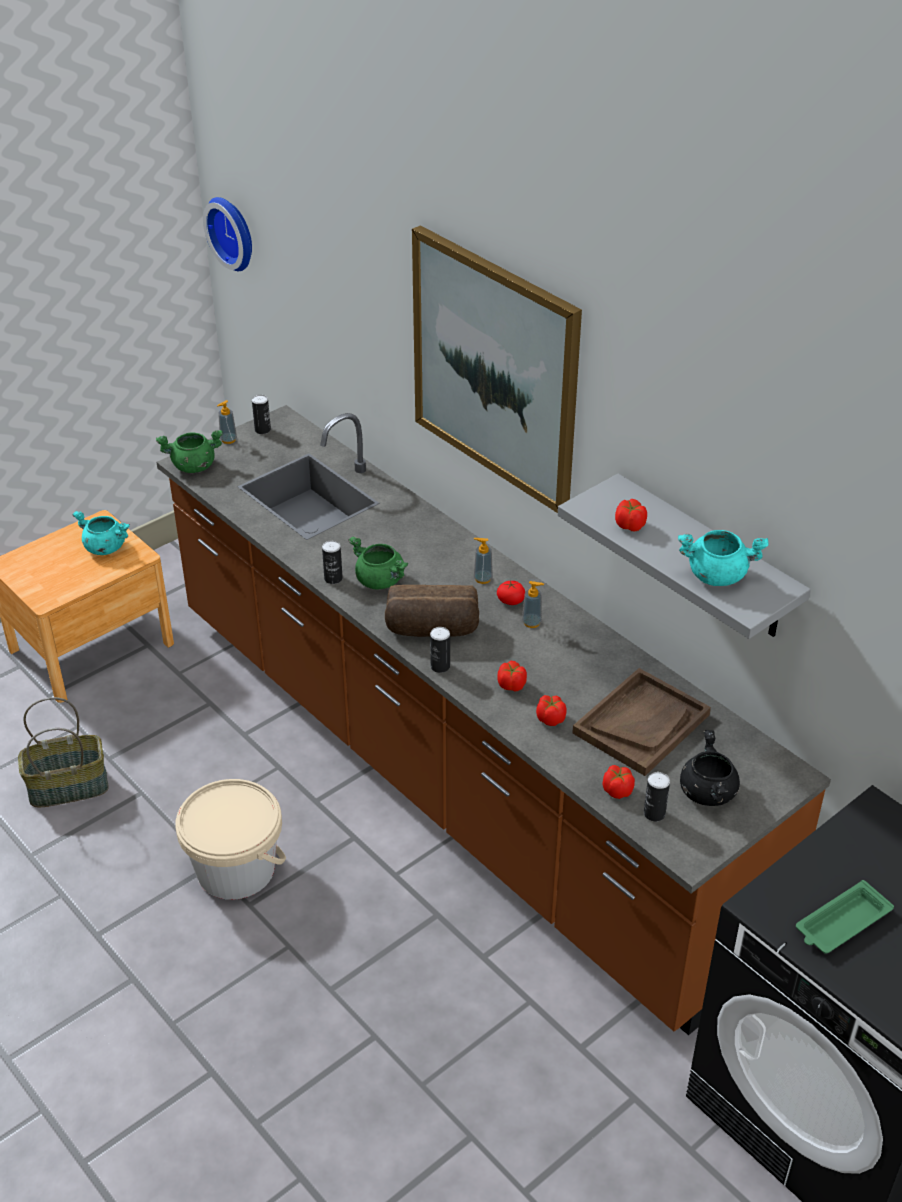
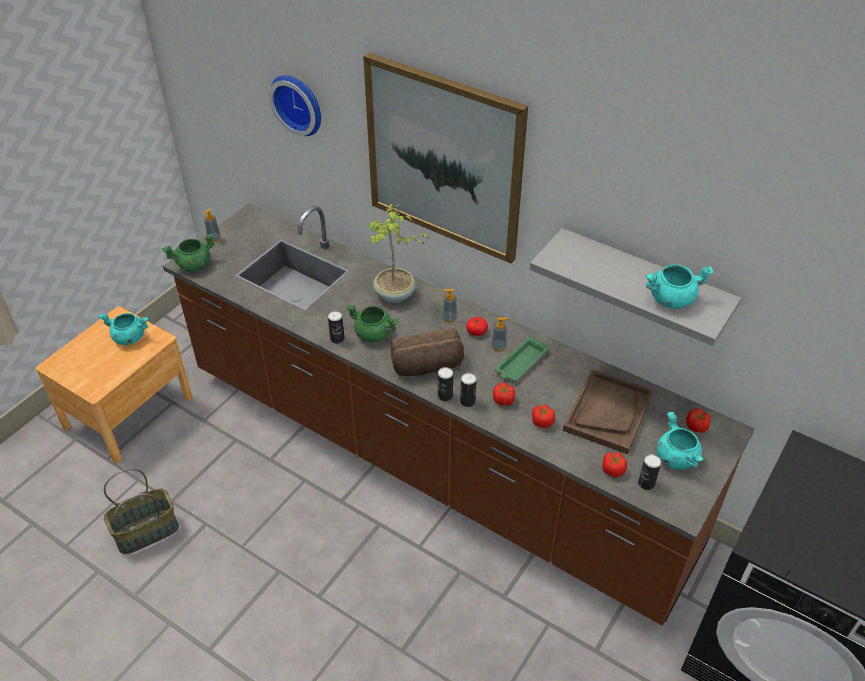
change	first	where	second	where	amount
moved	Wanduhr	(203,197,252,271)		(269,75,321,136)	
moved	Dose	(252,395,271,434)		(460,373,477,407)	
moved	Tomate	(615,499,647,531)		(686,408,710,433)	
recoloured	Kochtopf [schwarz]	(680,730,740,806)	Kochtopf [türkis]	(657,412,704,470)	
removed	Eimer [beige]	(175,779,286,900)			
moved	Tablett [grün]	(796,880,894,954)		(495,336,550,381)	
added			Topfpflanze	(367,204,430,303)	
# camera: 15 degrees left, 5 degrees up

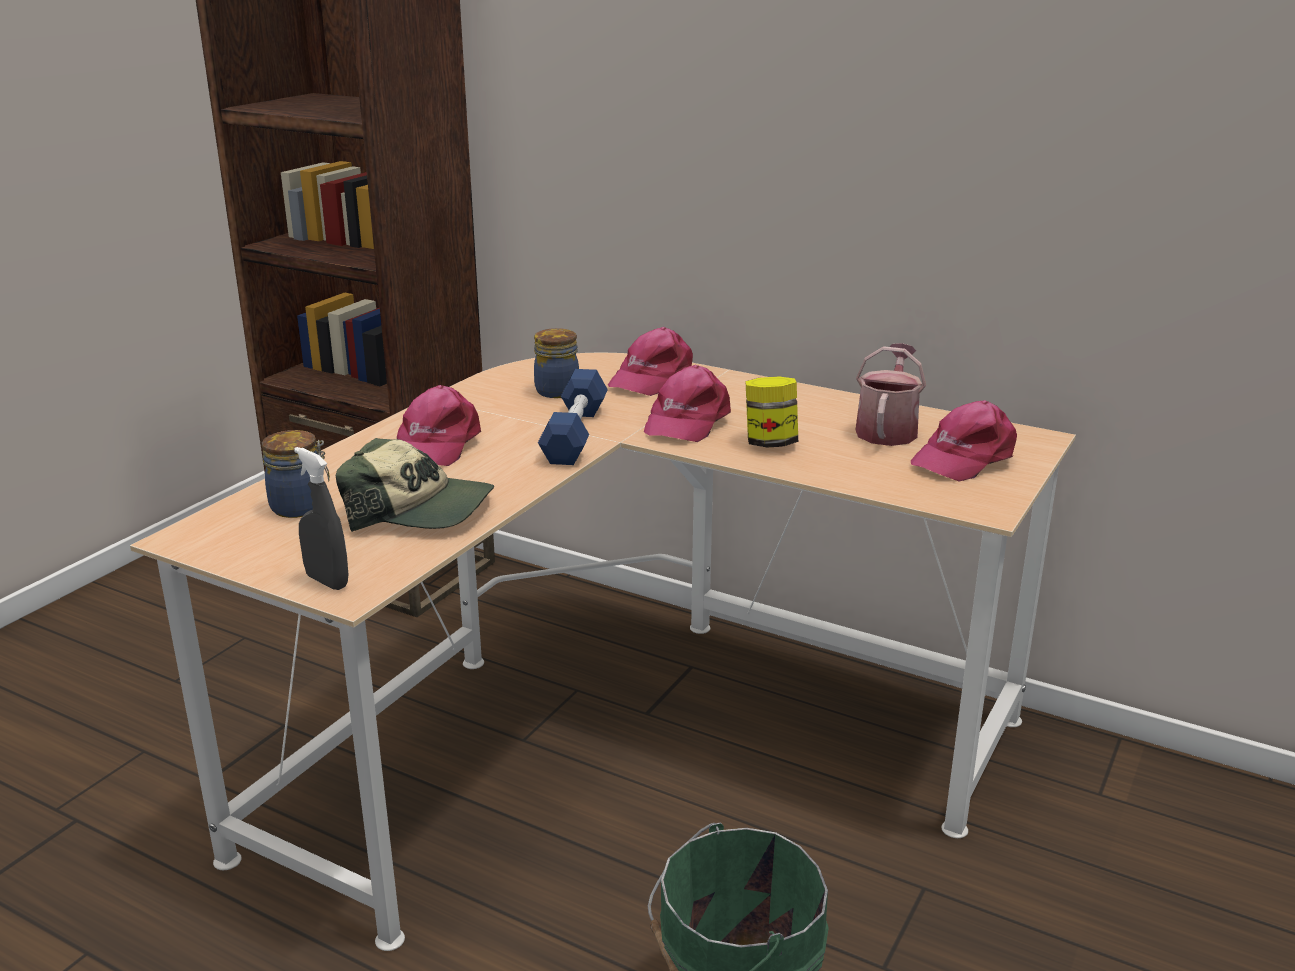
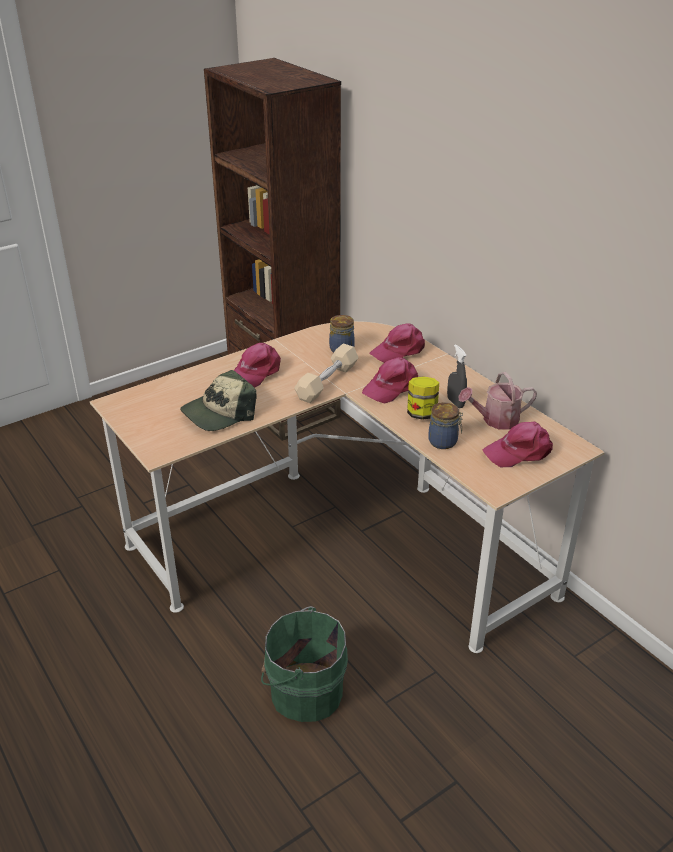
change	first	where	second	where	amount
turned	Gießkanne	(855,343,926,446)		(458,372,537,430)	150 degrees counterclockwise
recoloured	Hantel [blau]	(538,369,608,465)	Hantel [beige]	(294,344,358,403)	
moved	Vorratsglas	(262,430,330,518)		(429,402,463,449)	
turned	Kappe	(336,438,494,532)		(180,370,257,431)	105 degrees clockwise
moved	Sprühflasche [grau]	(294,447,348,590)		(447,344,467,408)	
# camera: 25 degrees right, 10 degrees up

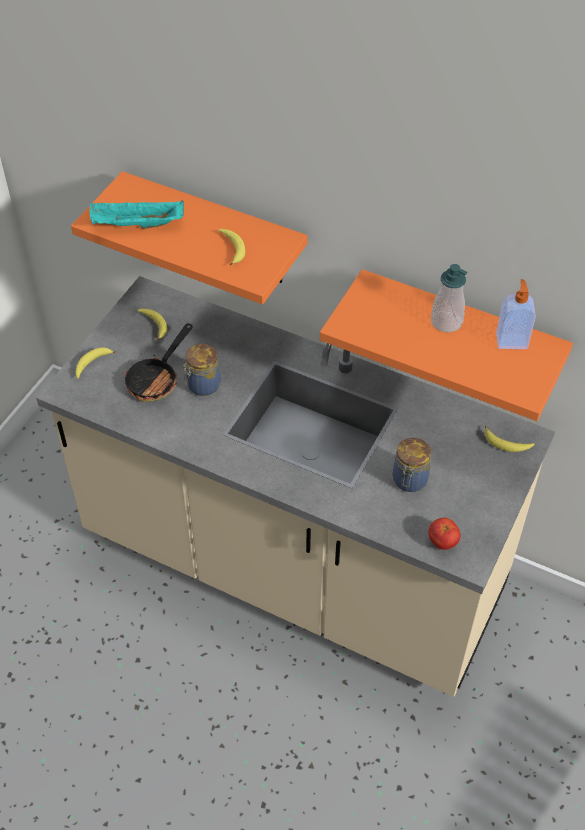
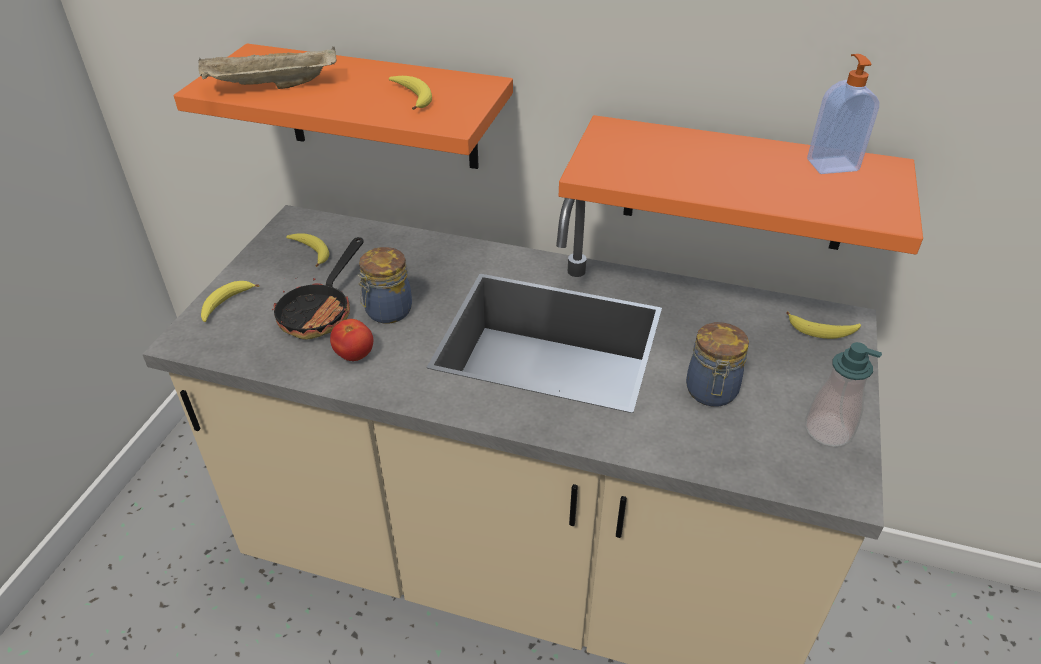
change	first	where	second	where	amount
recoloured	Tablett [türkis]	(90,201,184,229)	Tablett [beige]	(198,46,337,89)	
moved	Seifenspender	(431,264,468,333)		(805,342,882,447)	
moved	Tomate	(429,518,461,550)		(330,319,373,361)	
# camera: 10 degrees left, 10 degrees down

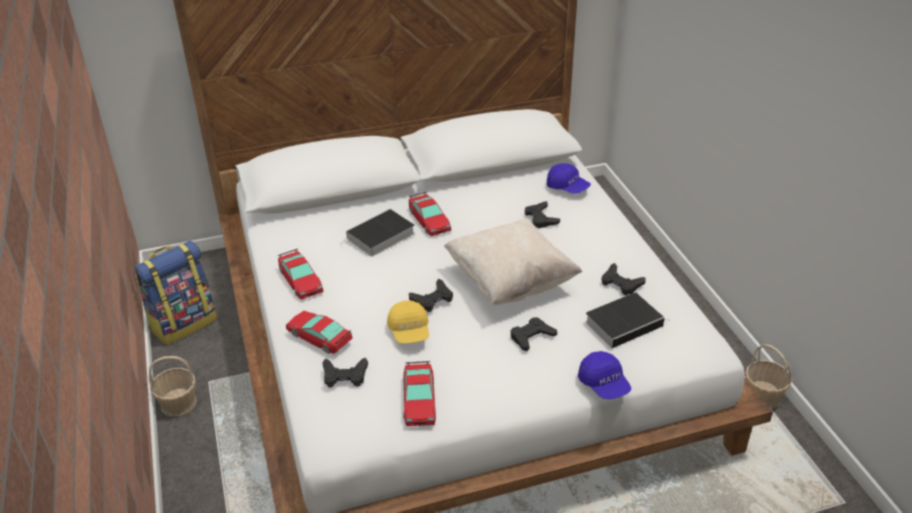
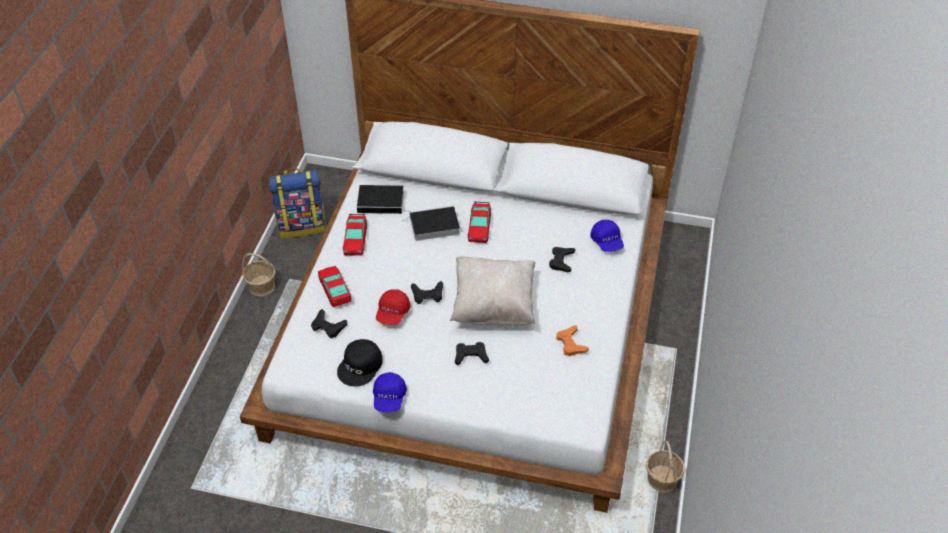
change	first	where	second	where	amount
recoloured	Gamepad [schwarz]	(602,263,646,295)	Gamepad [orange]	(556,325,589,356)	
moved	Buch	(585,292,670,348)		(357,185,408,214)	
recoloured	Kappe [gelb]	(387,300,429,344)	Kappe [rot]	(376,289,410,325)	
moved	Kappe [blau]	(578,351,631,399)		(373,372,407,412)	
replaced	Spielzeugauto	(403,361,436,426)	Kappe [schwarz]	(337,339,383,387)	
# camera: 30 degrees right, 10 degrees up

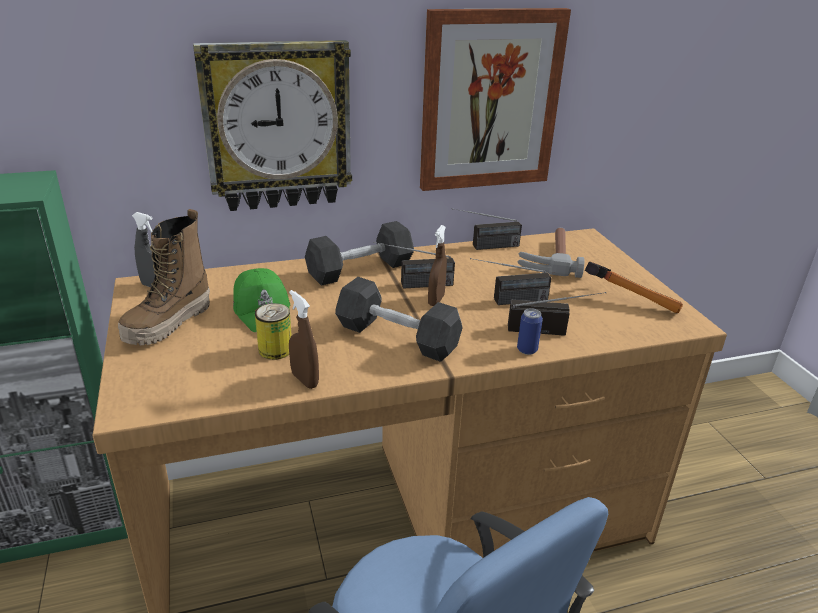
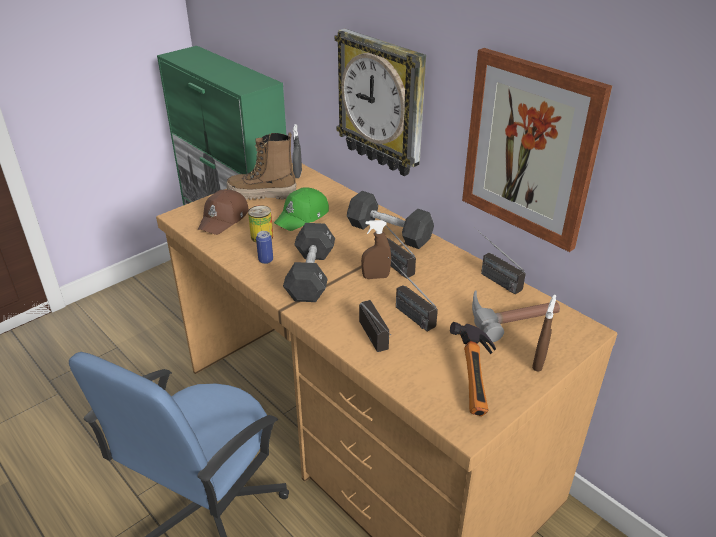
change	first	where	second	where	amount
moved	Sprühflasche [braun]	(289,290,319,389)		(532,295,556,372)	
moved	Dose	(517,308,543,355)		(256,231,273,264)	
added			Kappe [braun]	(198,189,249,235)	
# camera: 65 degrees right, 5 degrees up

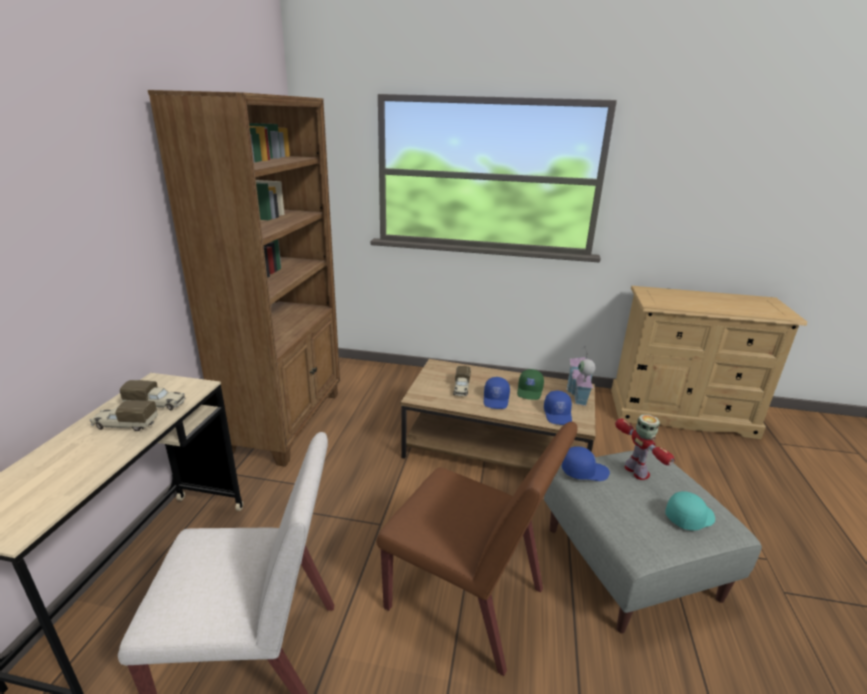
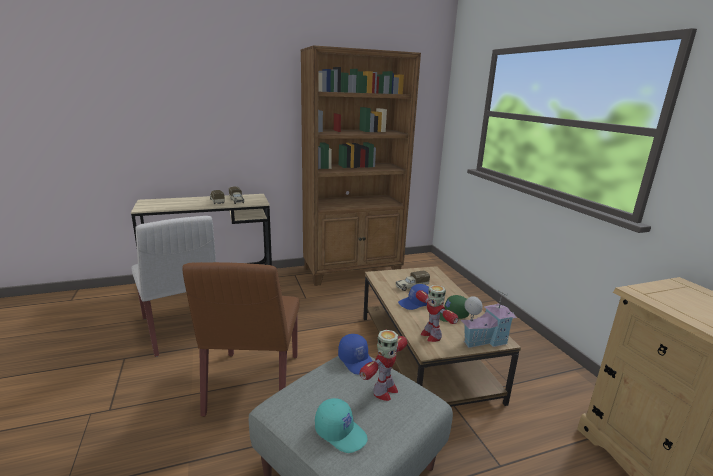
change	first	where	second	where	amount
replaced	Kappe [blau]	(544,391,572,425)	Spielzeugroboter	(416,285,459,342)	
# camera: 60 degrees right, 5 degrees down

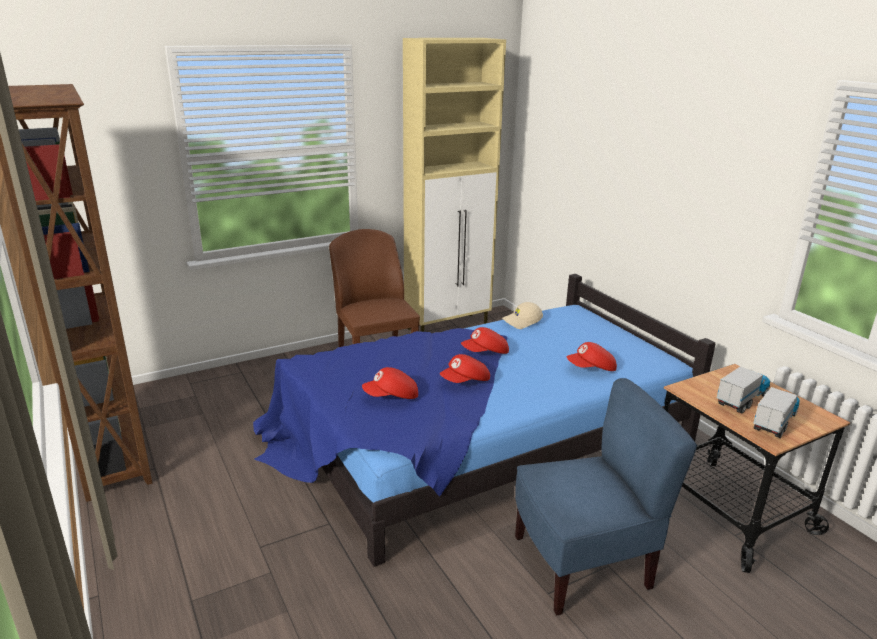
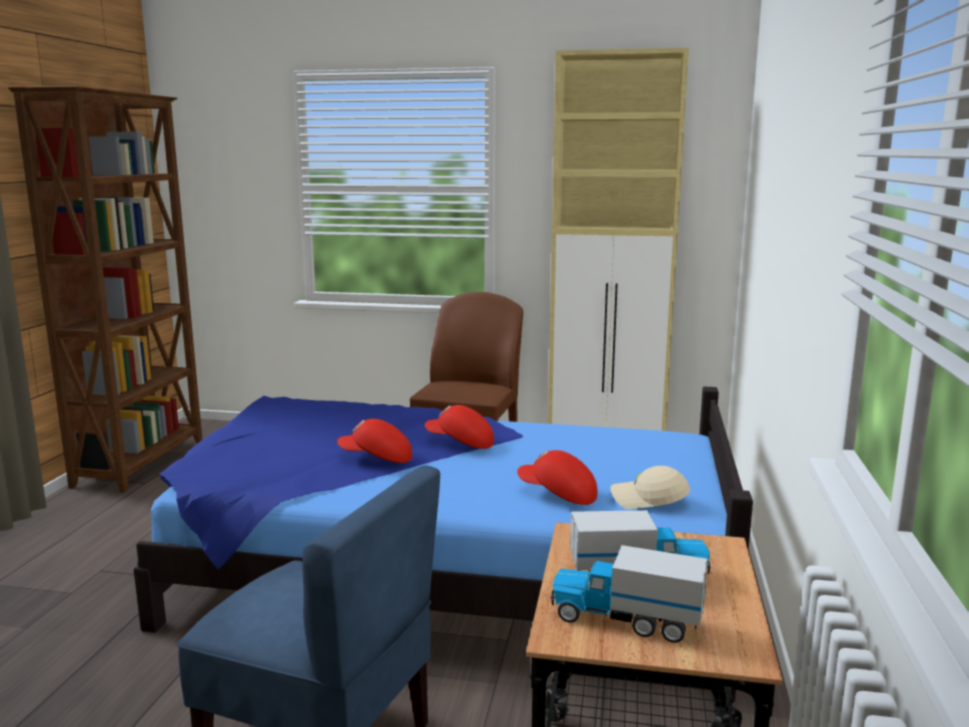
change	first	where	second	where	amount
moved	Kappe [beige]	(502,302,543,329)		(610,466,690,509)	
removed	Kappe [rot]	(362,367,418,399)			
turned	Spielzeuglaster	(753,387,800,438)		(550,545,708,643)	150 degrees counterclockwise
# camera: 40 degrees right, 10 degrees down

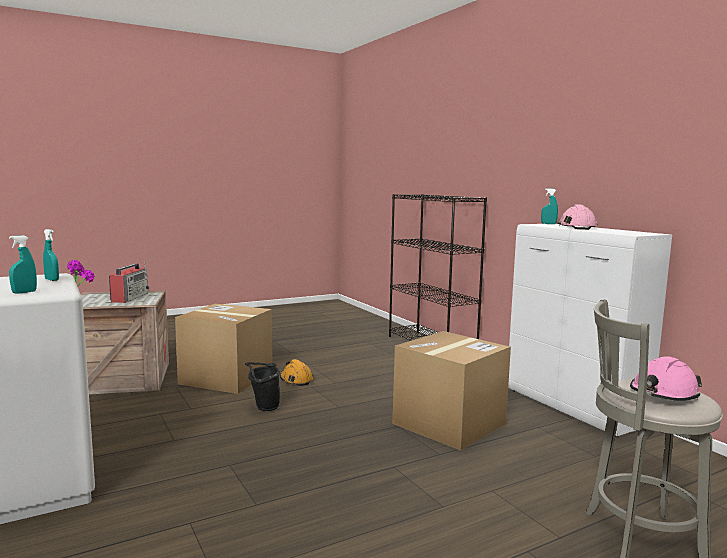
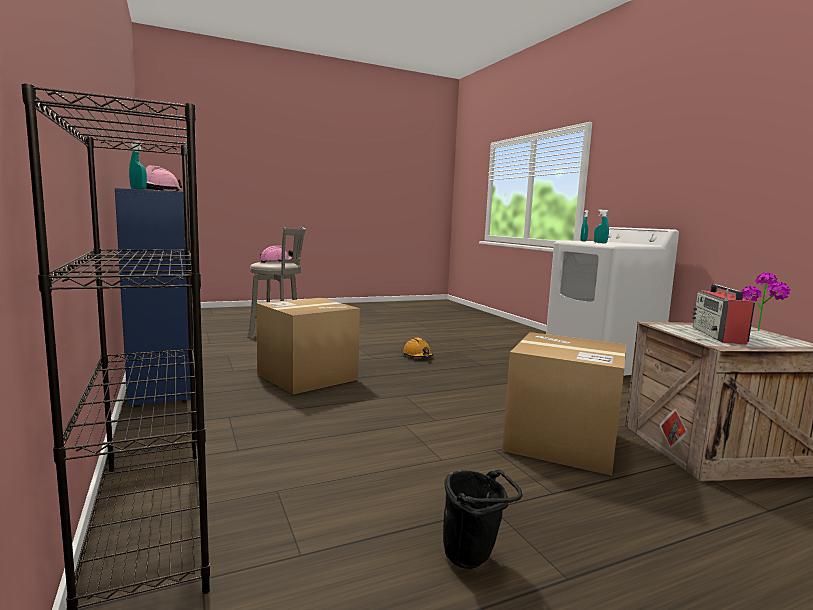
change	first	where	second	where	amount
recoloured	Schrank [weiß]	(508,224,672,437)	Schrank [blau]	(115,188,191,407)	
moved	Schutzhelm [orange]	(280,359,313,386)		(403,338,433,357)	
moved	Eimer [schwarz]	(245,362,280,411)		(443,470,523,569)	
# camera: 175 degrees left, 0 degrees up

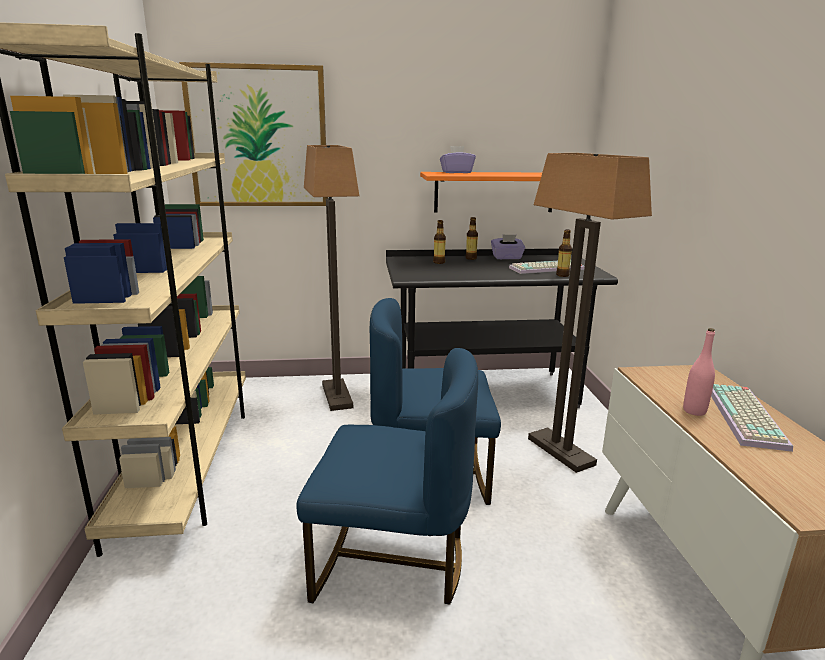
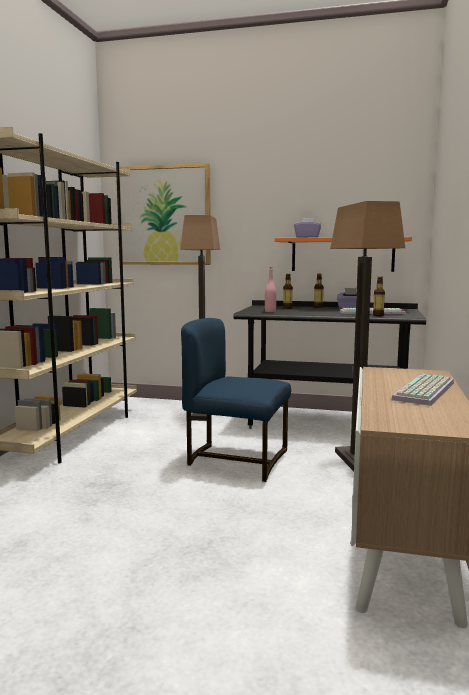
change	first	where	second	where	amount
moved	Flasche [rosa]	(683,328,715,416)		(265,267,276,312)	
removed	Stuhl [blau]	(297,348,478,605)			
# camera: 20 degrees right, 10 degrees down

